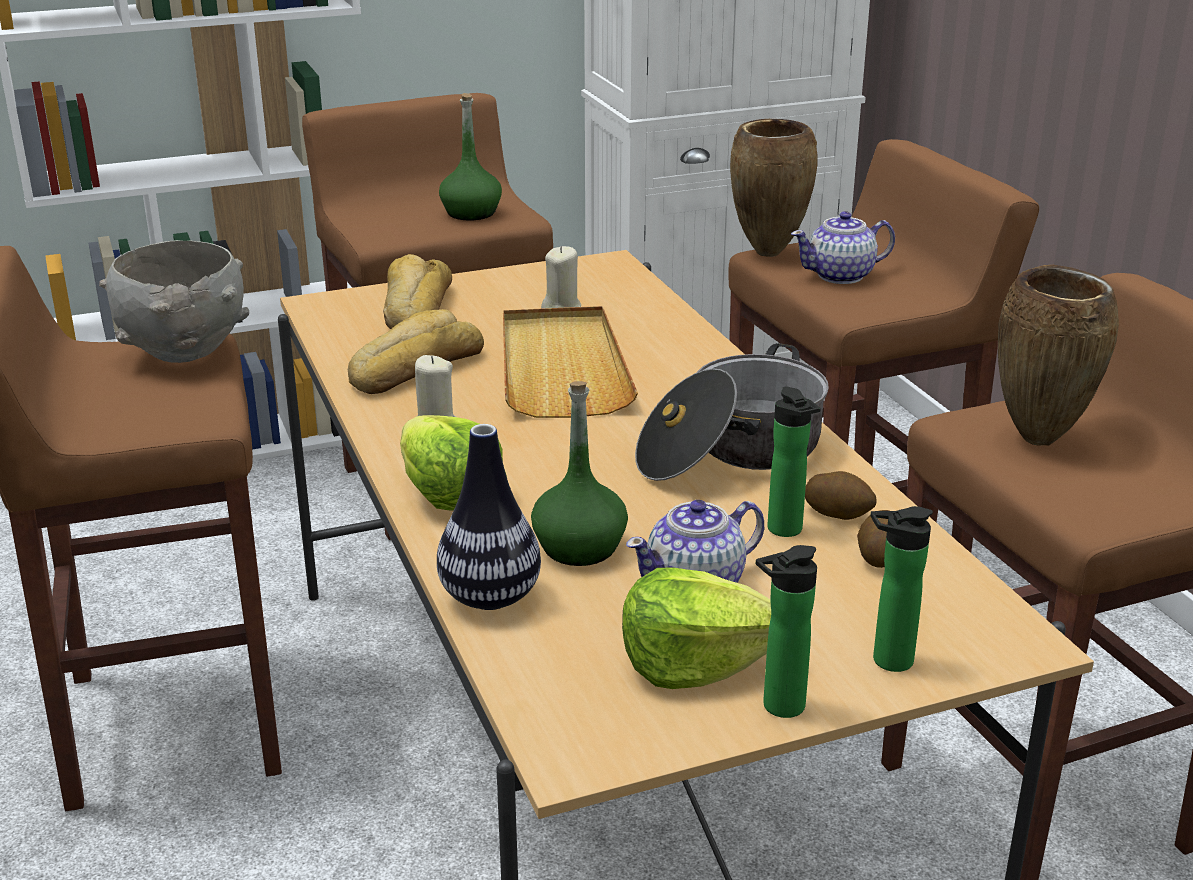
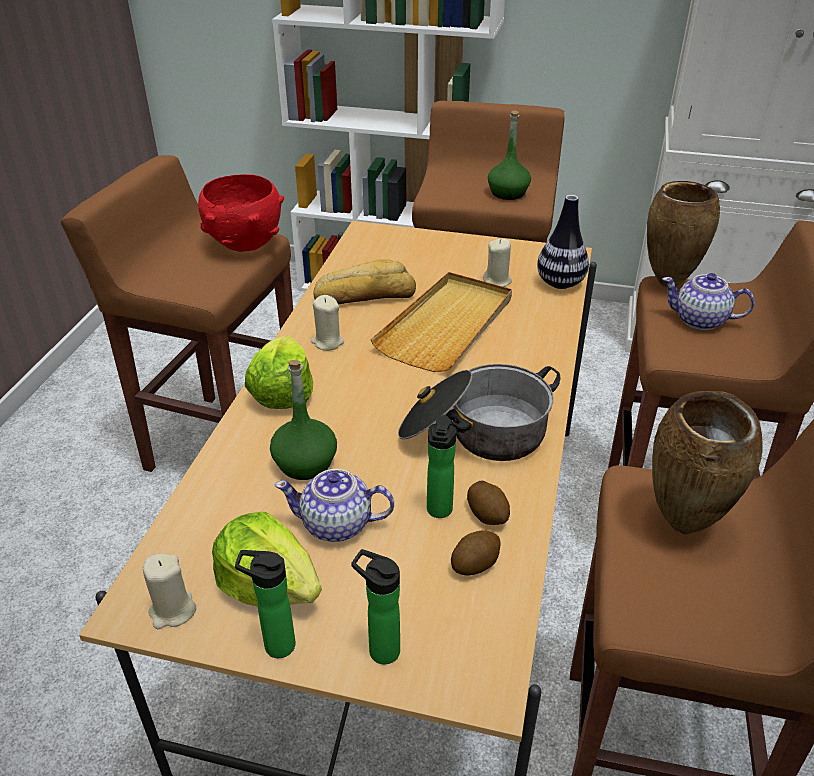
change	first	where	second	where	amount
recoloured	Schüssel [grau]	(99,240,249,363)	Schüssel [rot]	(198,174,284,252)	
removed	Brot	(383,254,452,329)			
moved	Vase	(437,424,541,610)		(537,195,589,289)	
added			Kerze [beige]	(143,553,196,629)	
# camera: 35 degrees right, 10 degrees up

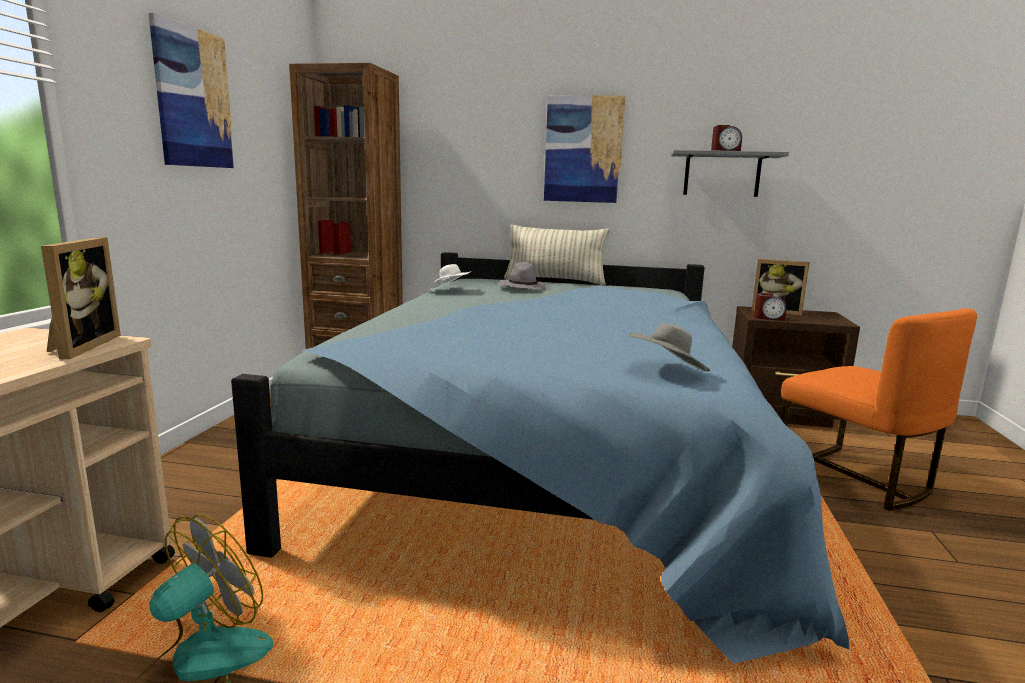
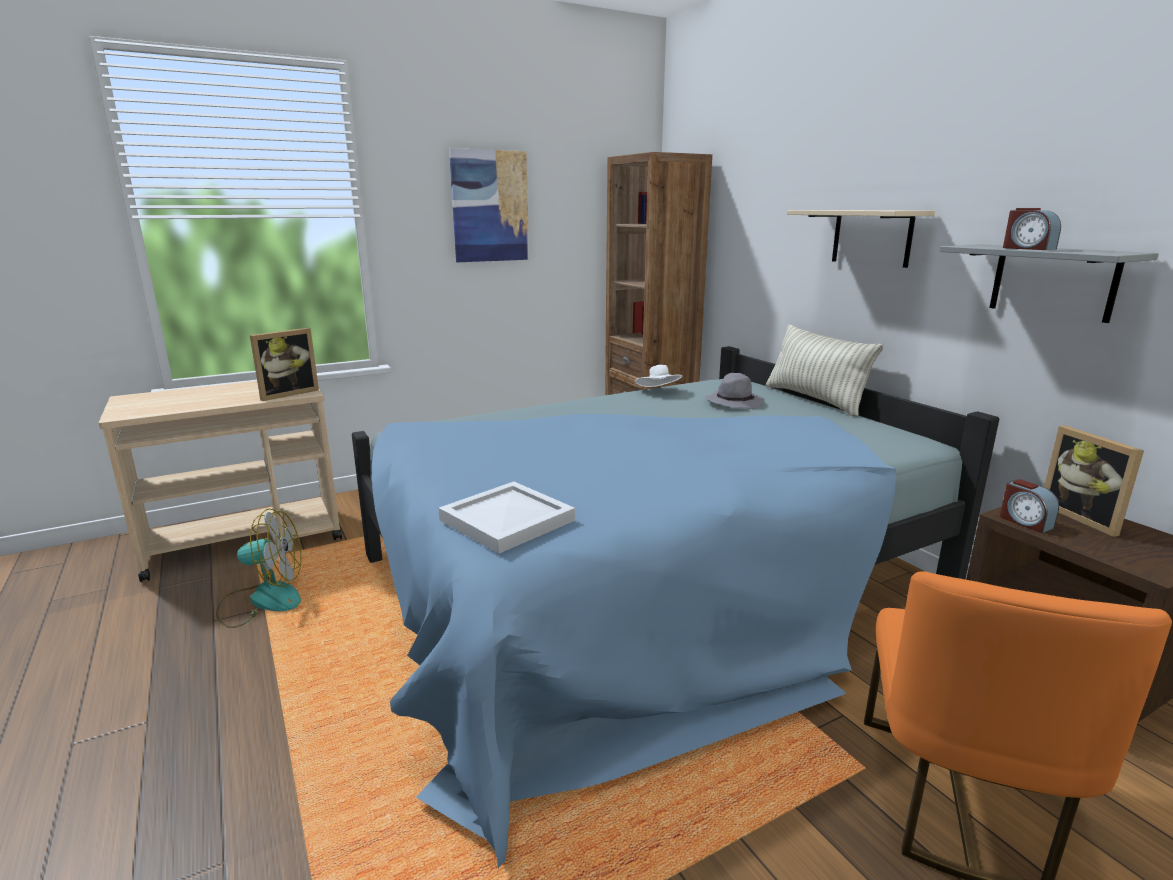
change	first	where	second	where	amount
replaced	Bild	(544,95,625,203)	Wandregal [beige]	(787,210,935,268)	
replaced	Hut [grau]	(629,323,710,372)	Tablett [weiß]	(439,482,575,554)	
# camera: 50 degrees right, 5 degrees up

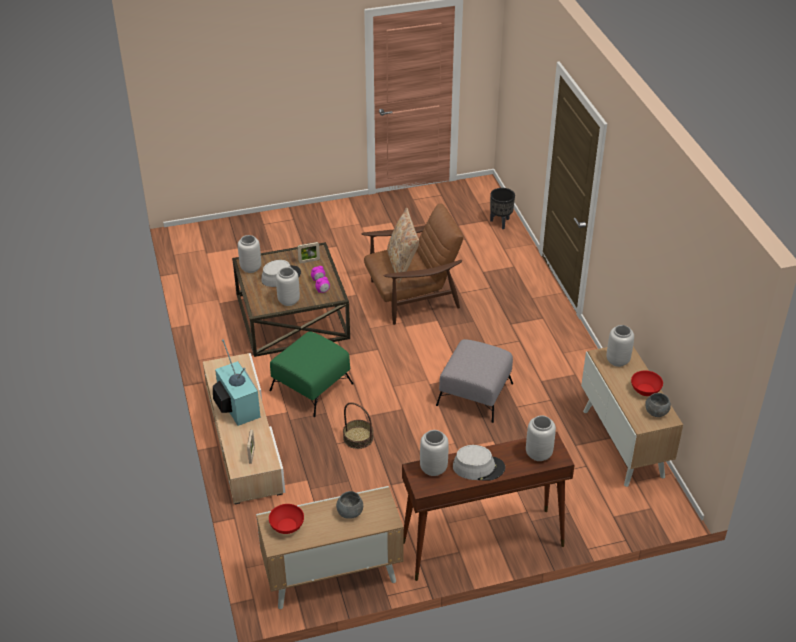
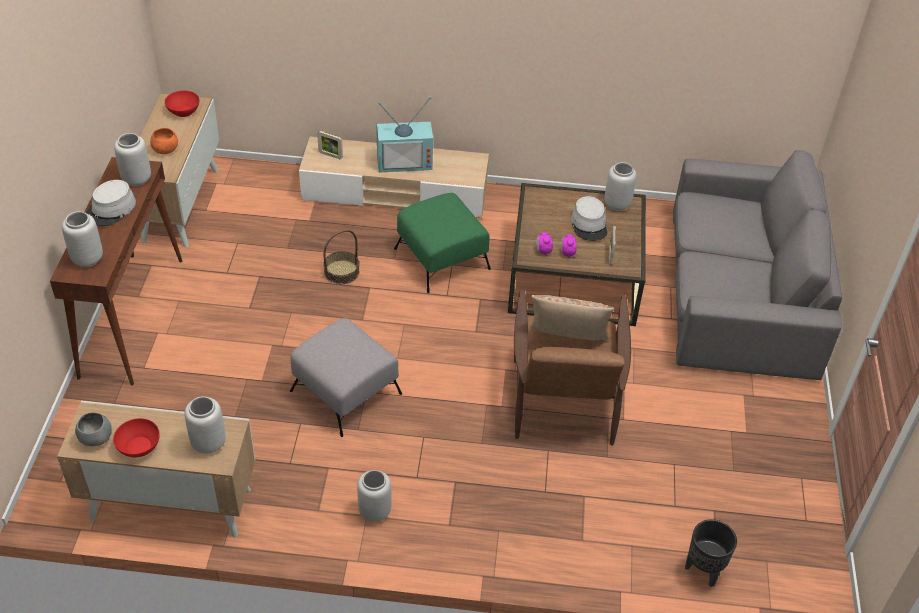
change	first	where	second	where	amount
moved	Vase [grau]	(276,267,300,306)		(357,470,392,522)	
recoloured	Schüssel [grau]	(336,491,363,519)	Schüssel [orange]	(150,128,178,154)	
added			Sofa [grau]	(673,150,842,380)	
# camera: 110 degrees right, 5 degrees up

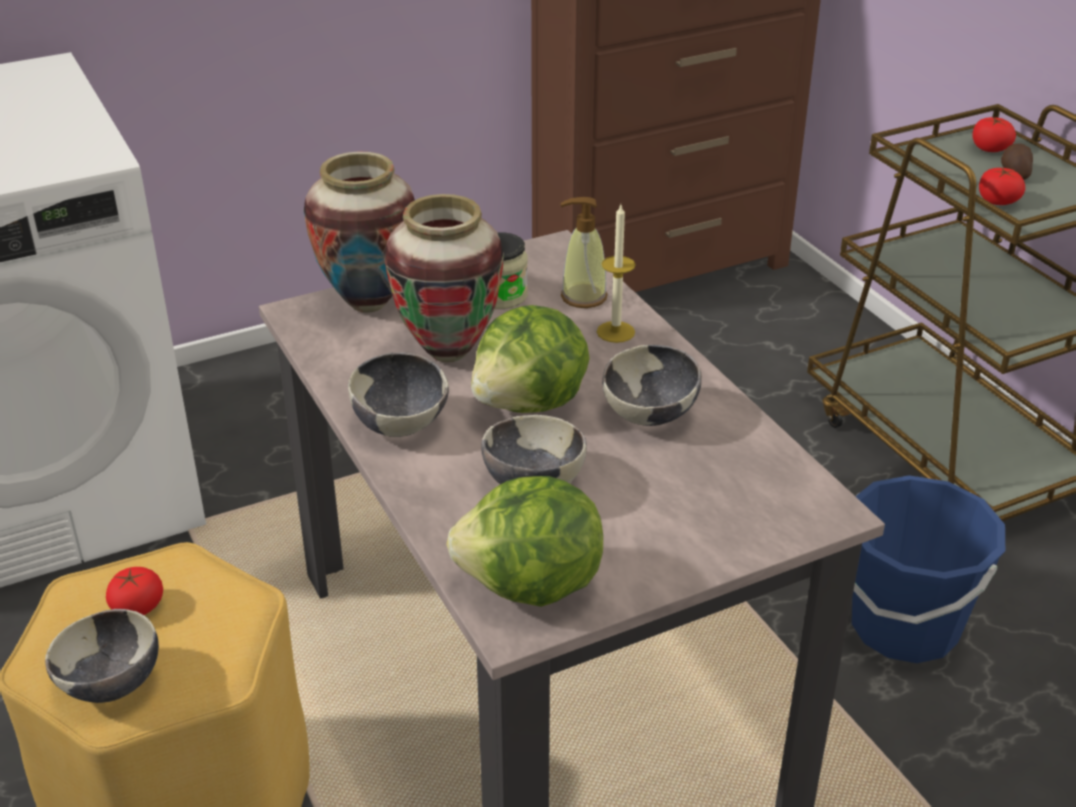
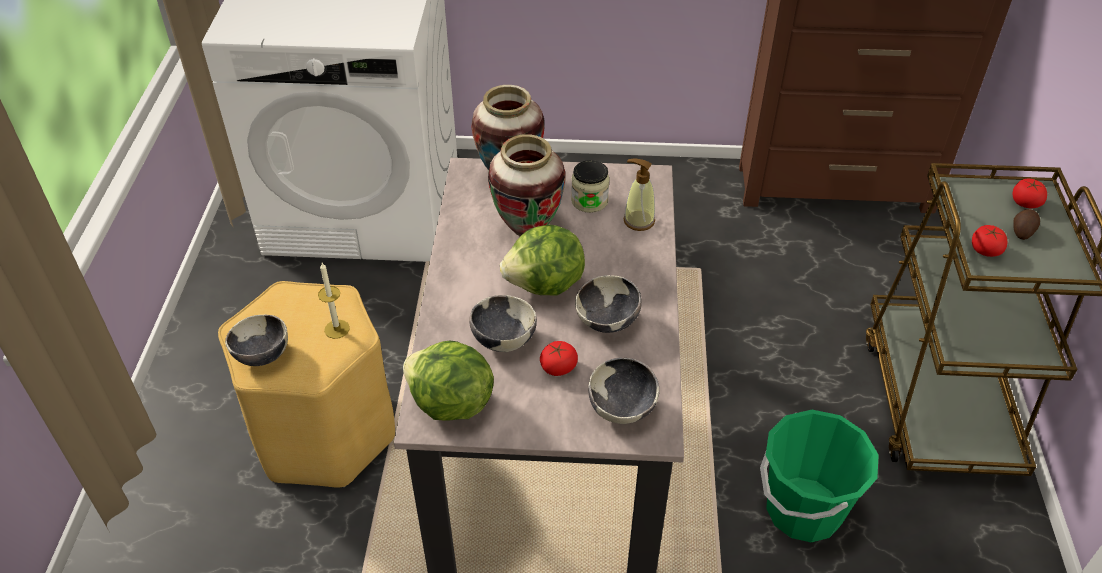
change	first	where	second	where	amount
moved	Kerze	(597,205,635,343)		(318,263,350,339)	
moved	Schüssel	(348,352,449,437)		(588,358,659,424)	
recoloured	Eimer [blau]	(852,475,1005,663)	Eimer [grün]	(760,410,879,542)	
moved	Tomate	(106,567,163,615)		(540,341,578,376)	
# camera: 30 degrees right, 10 degrees up

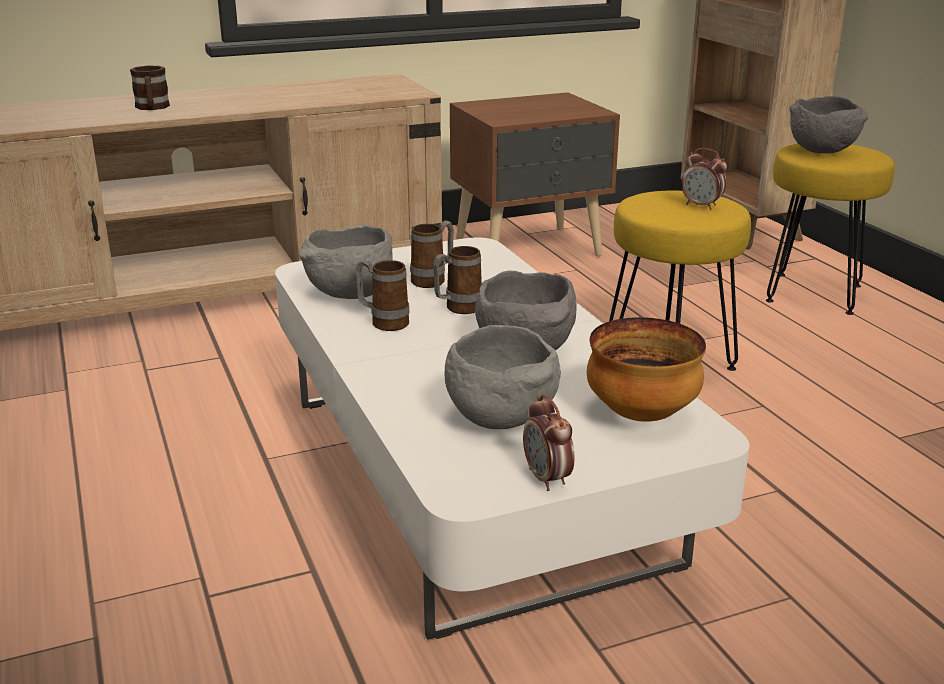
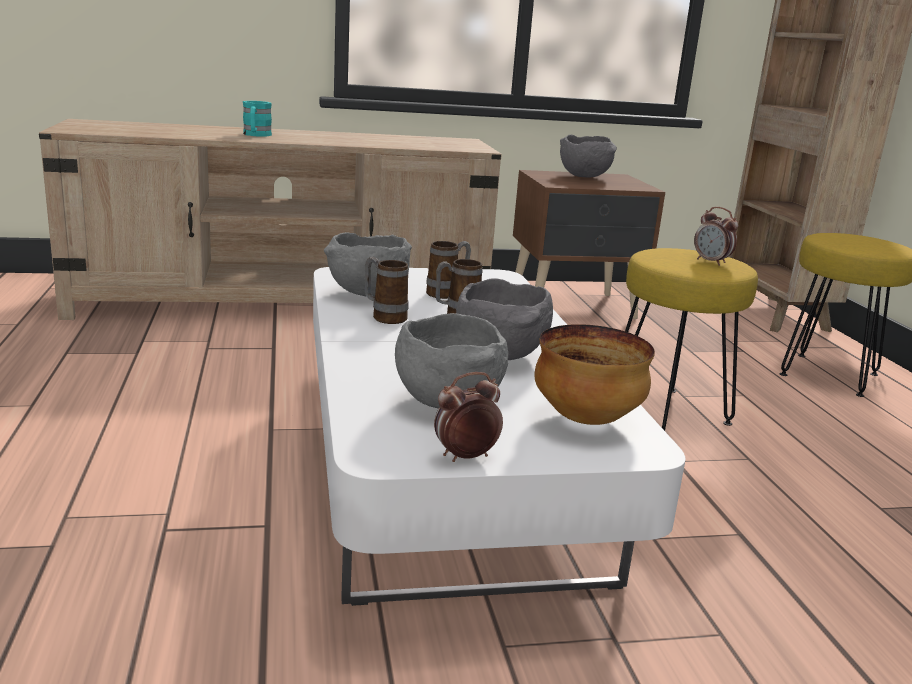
change	first	where	second	where	amount
recoloured	Henkelbecher [braun]	(130,66,170,110)	Henkelbecher [türkis]	(243,101,272,137)	
moved	Schüssel [grau]	(789,96,868,153)		(560,135,617,177)	
turned	Wecker	(523,394,575,491)		(434,372,503,462)	75 degrees clockwise
# camera: 10 degrees right, 5 degrees down

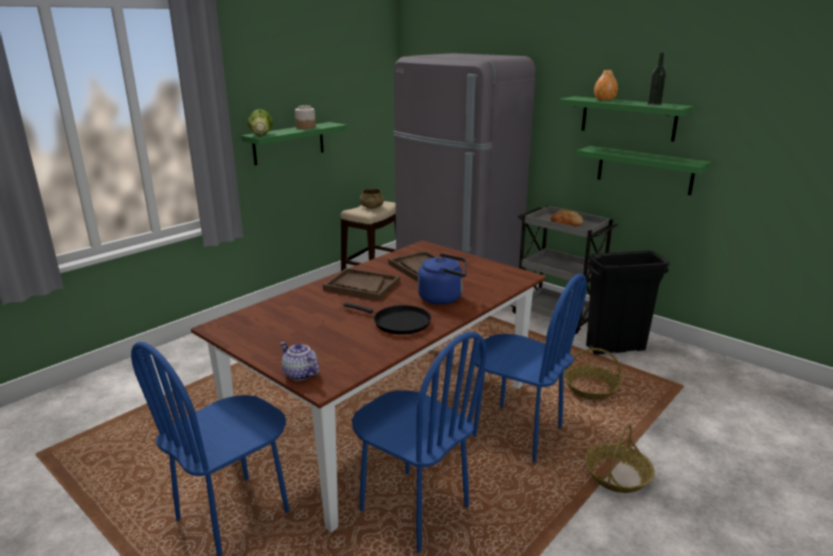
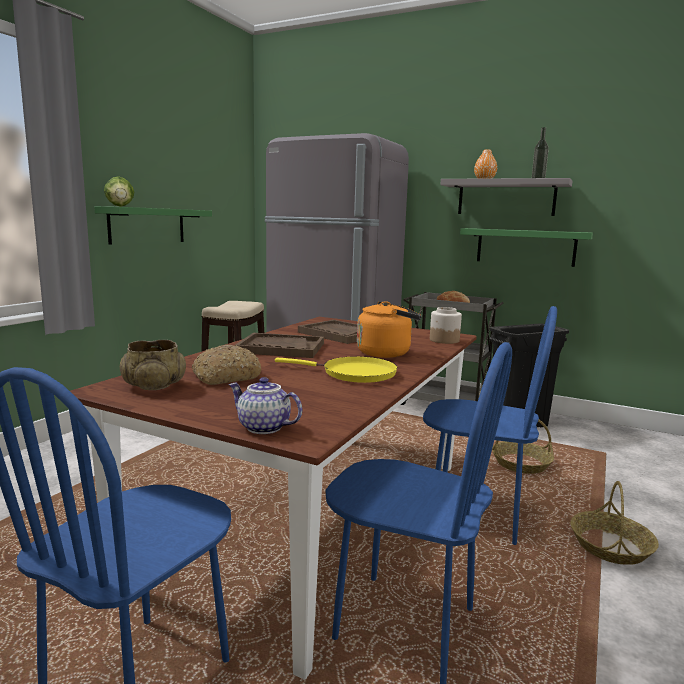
change	first	where	second	where	amount
recoloured	Wandregal [grün]	(559,96,694,141)	Wandregal [grau]	(441,178,572,216)	
moved	Vorratsglas	(295,105,316,129)		(430,307,462,344)	
moved	Schüssel [beige]	(360,189,384,209)		(120,340,186,390)	
recoloured	Wasserkessel [blau]	(418,253,467,305)	Wasserkessel [orange]	(357,301,422,358)	
recoloured	Pfanne [schwarz]	(344,303,431,335)	Pfanne [gelb]	(275,356,398,383)	
added			Brot	(192,345,262,385)	
# camera: 15 degrees left, 10 degrees down

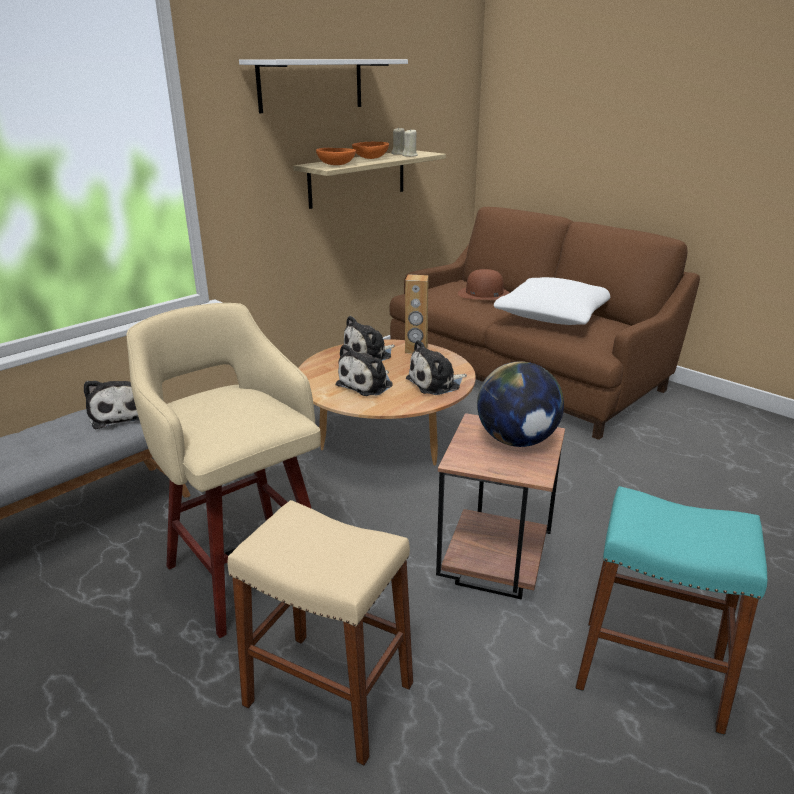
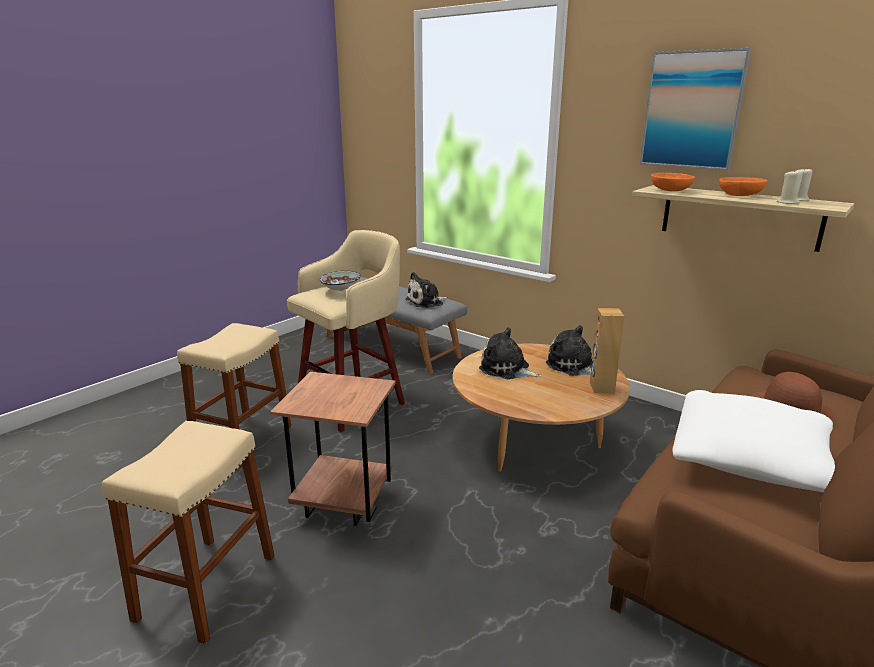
change	first	where	second	where	amount
replaced	Wandregal [weiß]	(239,59,408,113)	Bild	(640,48,752,170)	
removed	Plüschtier	(406,340,467,395)			
removed	Globus	(477,361,564,447)			
recoloured	Hocker [türkis]	(576,486,767,735)	Hocker [beige]	(102,421,274,644)	
added			Schüssel	(320,271,361,291)	
# camera: 85 degrees right, 5 degrees down

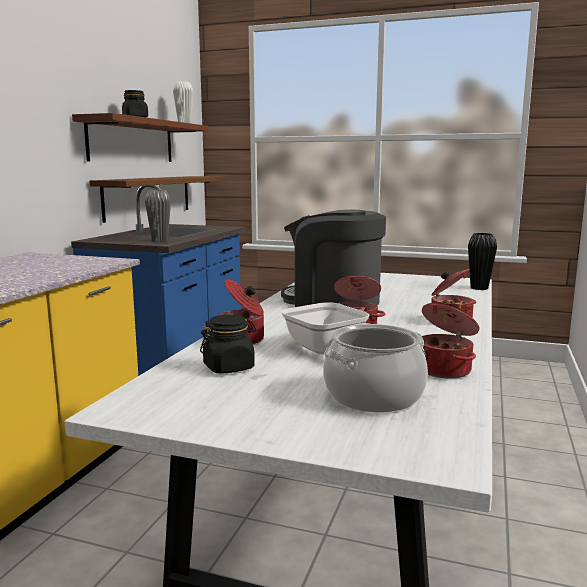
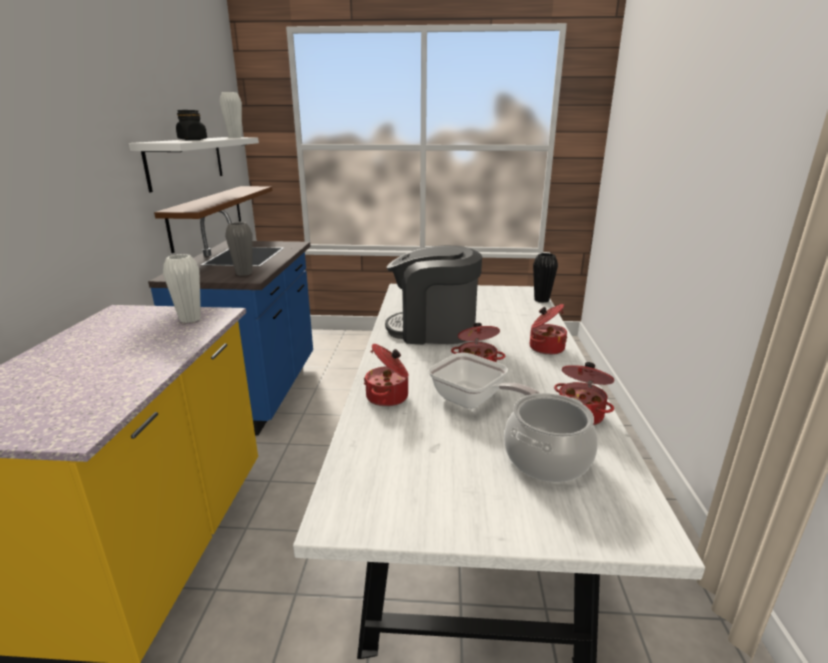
change	first	where	second	where	amount
recoloured	Wandregal [braun]	(72,113,208,162)	Wandregal [weiß]	(129,137,259,192)	
removed	Vorratsglas [schwarz]	(200,314,256,374)			
added			Vase [weiß]	(163,254,201,323)	
# camera: 15 degrees left, 10 degrees up

